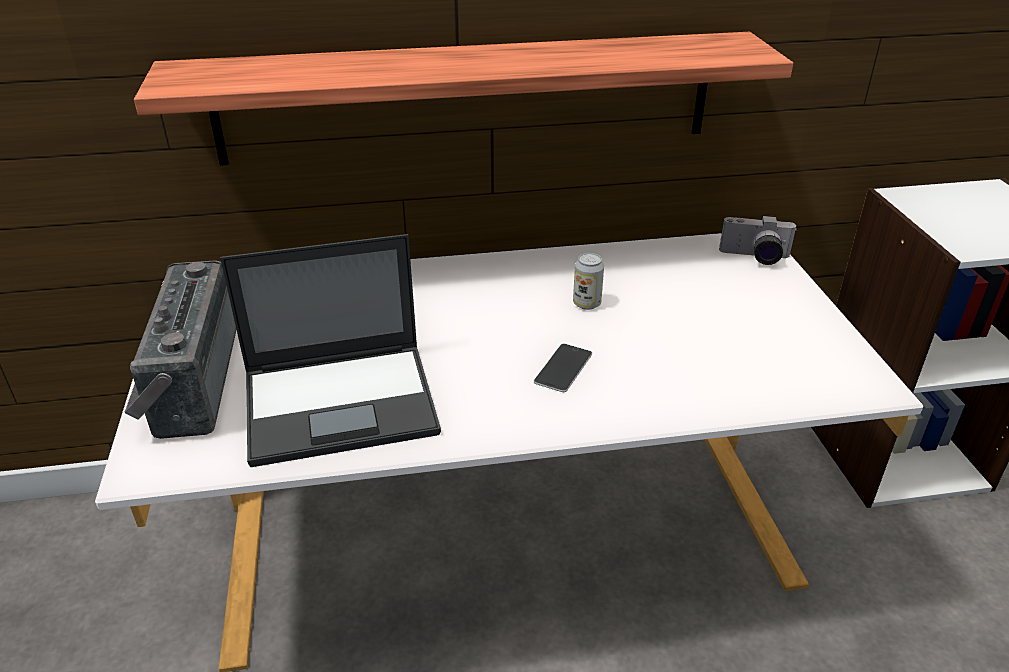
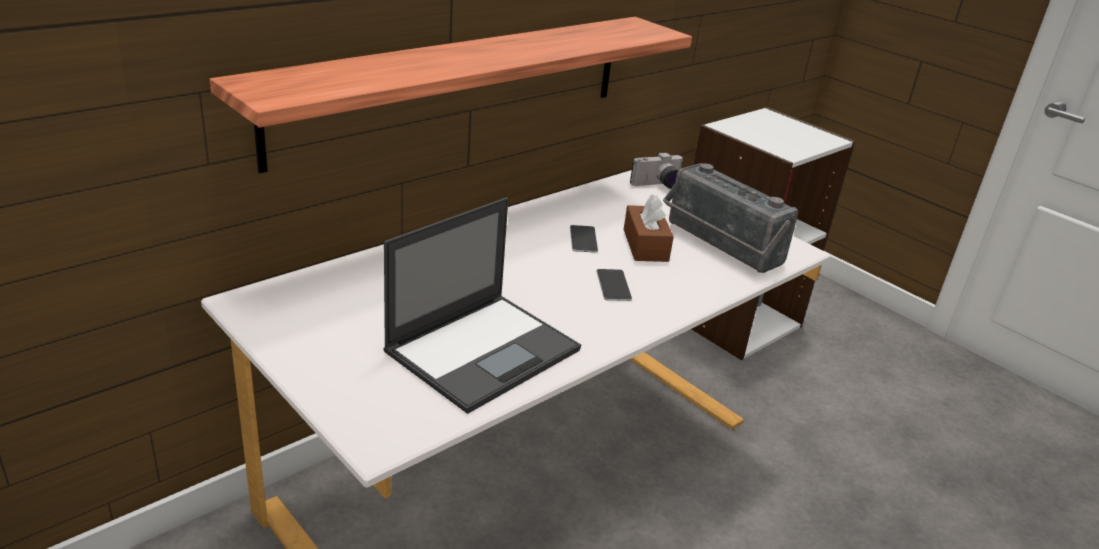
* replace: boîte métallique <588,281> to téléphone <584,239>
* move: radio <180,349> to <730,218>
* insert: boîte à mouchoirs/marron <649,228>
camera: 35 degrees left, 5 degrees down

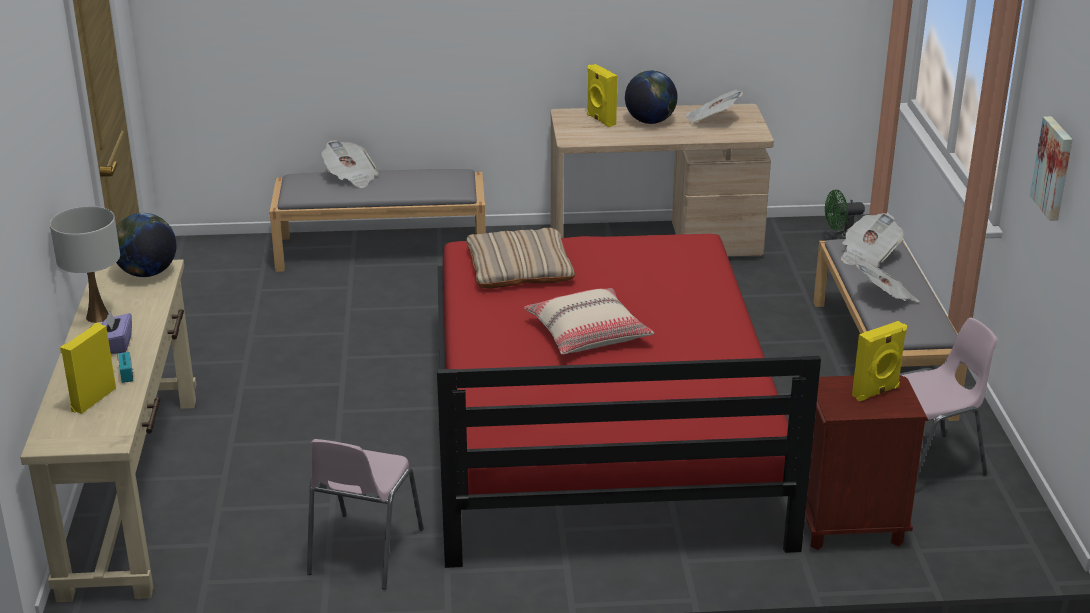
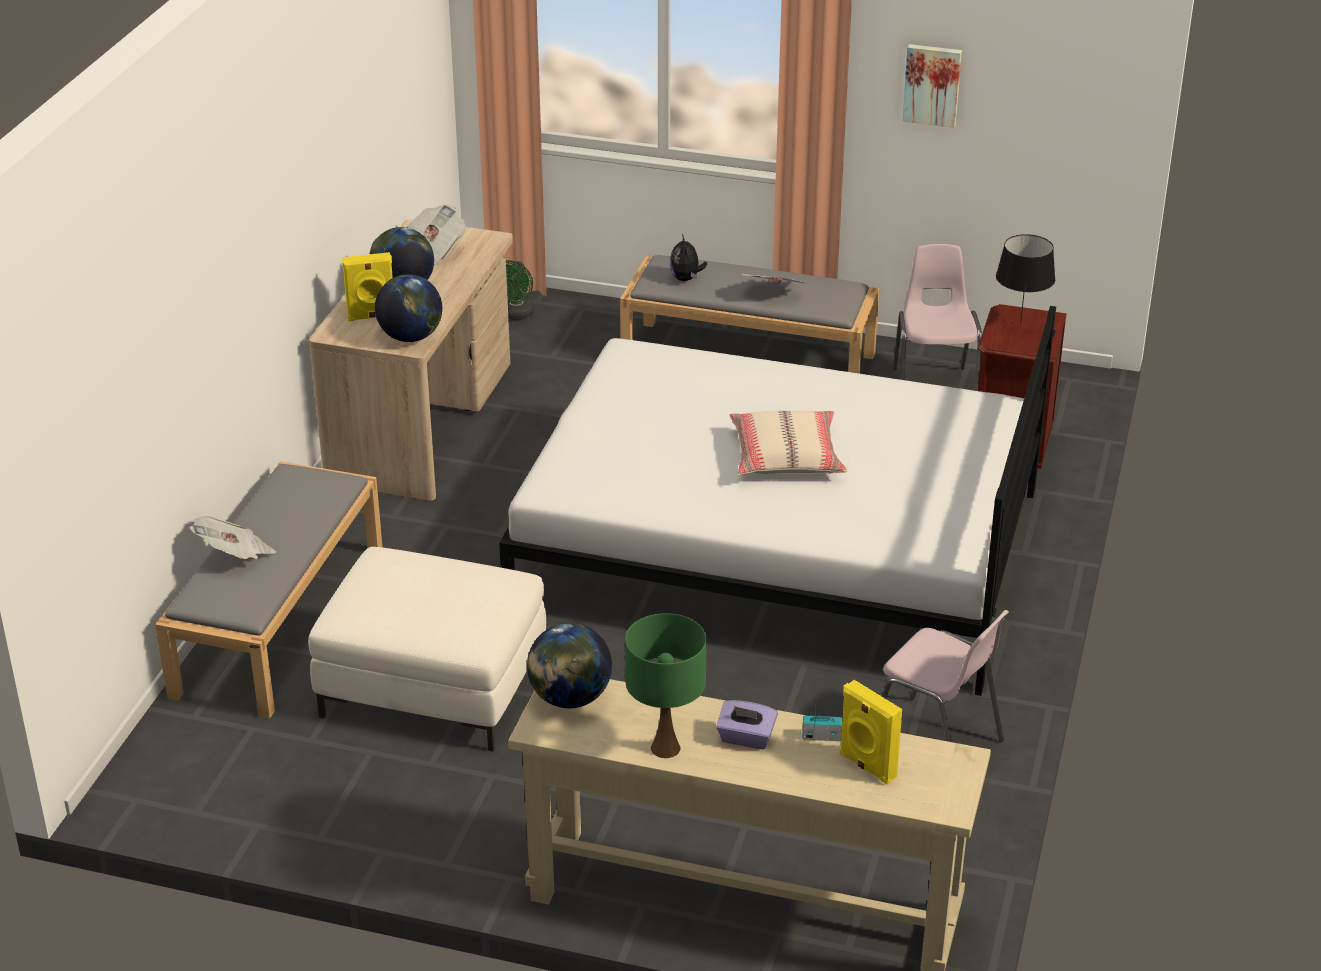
* recolor: lampe de table/blanc <85,264> to lampe de table/vert <666,685>
* replace: journal <872,239> to peluche <688,257>
* delete: coussin/beige <520,258>
* recolor: lit/rouge <629,401> to lit/blanc <777,501>
* replace: enceinte/jaune <879,361> to lampe de table/noir <1025,279>
* insert: globe <408,308>
* insert: pouf/blanc <427,649>
camera: 70 degrees left, 5 degrees up

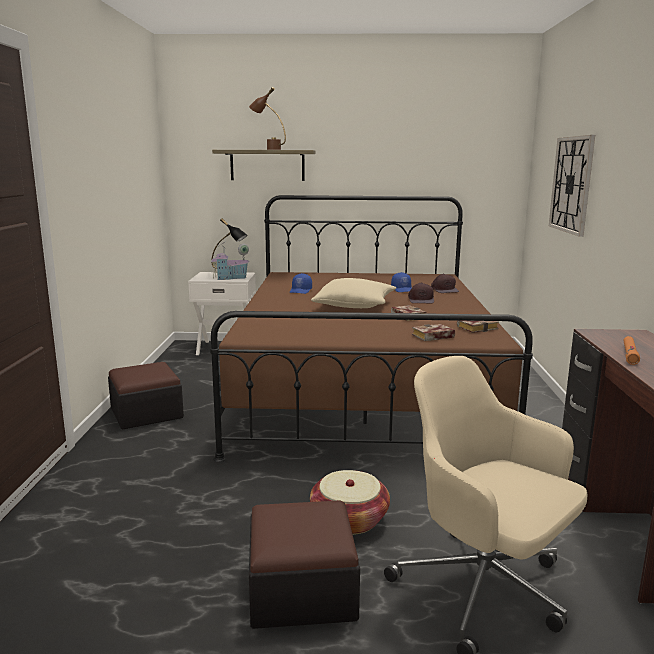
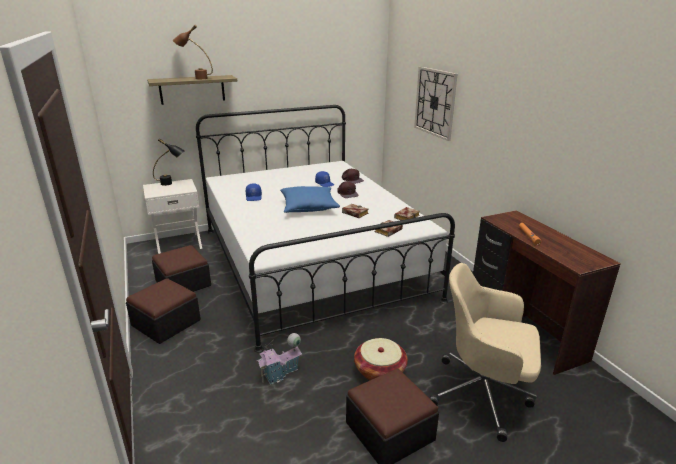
* recolor: lit/marron <371,328> to lit/blanc <325,228>
* move: maison miniature <230,261> to <279,359>
* recolor: coussin/beige <353,293> to coussin/bleu <310,199>
* insert: pouf <181,268>
camera: 25 degrees left, 10 degrees up

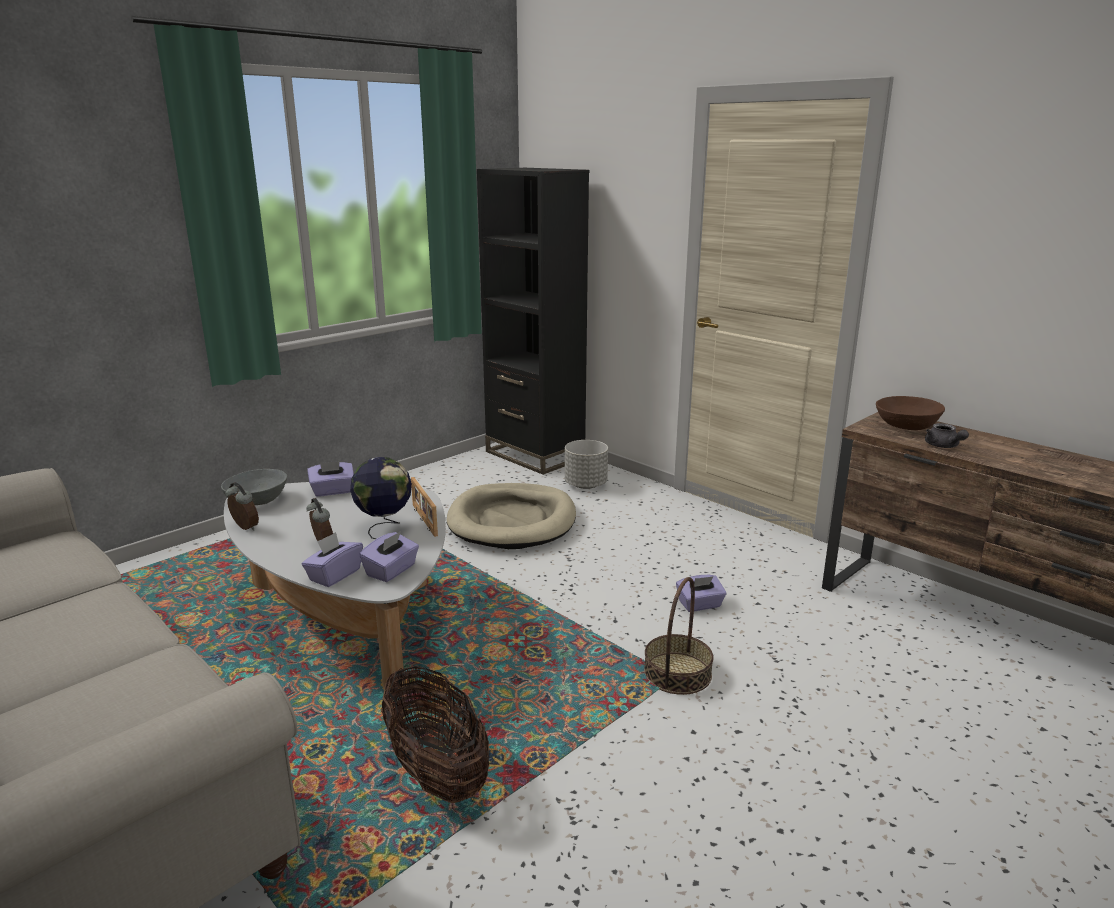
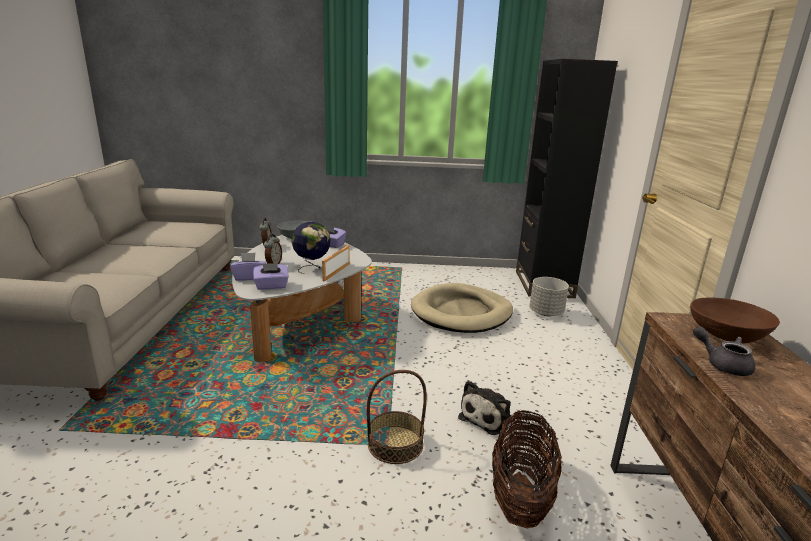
* rotate: théière/gris <947,435> = <724,351> 105 degrees clockwise
* replace: boîte à mouchoirs/violet <701,593> to peluche <484,408>
* move: panier <435,734> to <527,469>
camera: 45 degrees right, 0 degrees up

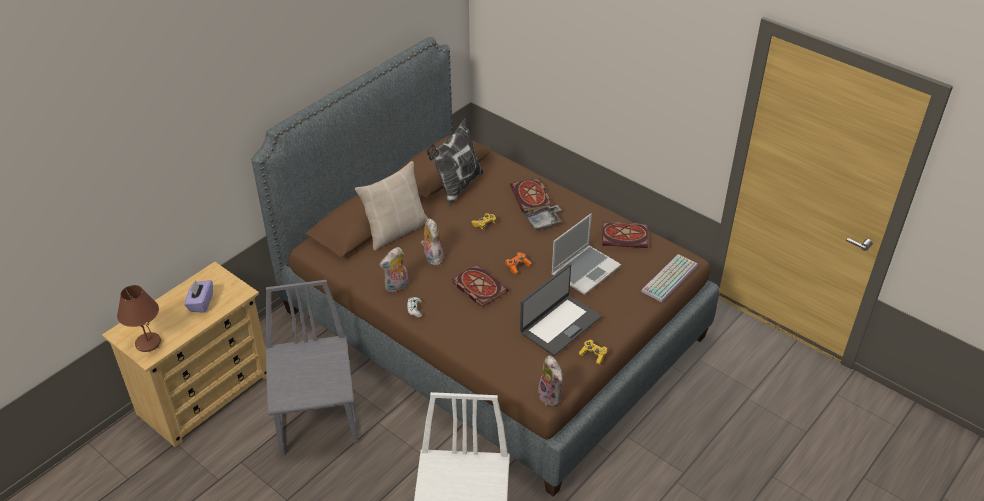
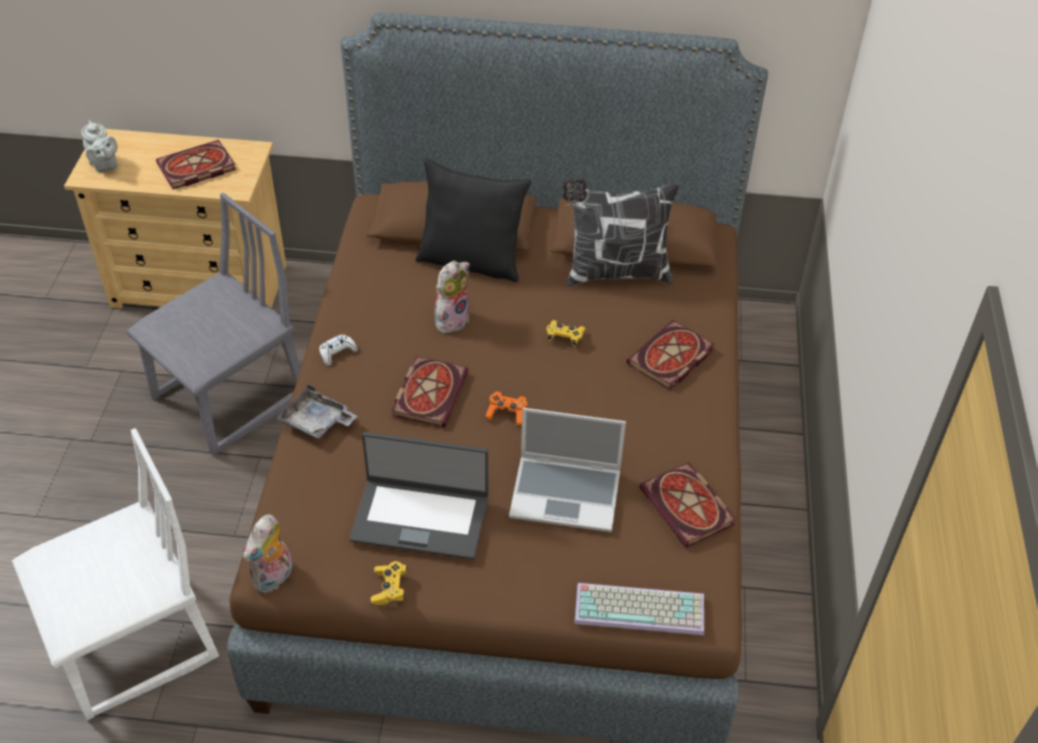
* recolor: coussin/beige <391,206> to coussin/noir <473,220>
* move: plateau/gris <542,218> to <317,411>
* delete: peluche <394,269>
* replace: boîte à mouchoirs/violet <198,296> to livre <196,165>
* replace: lampe de table/marron <139,318> to théière/gris <99,146>
camera: 55 degrees right, 5 degrees up

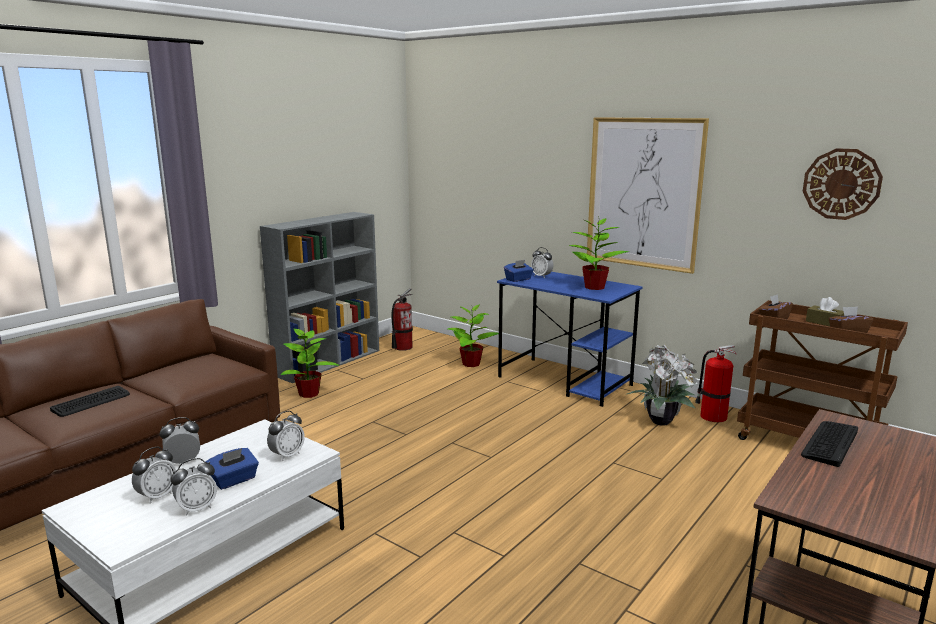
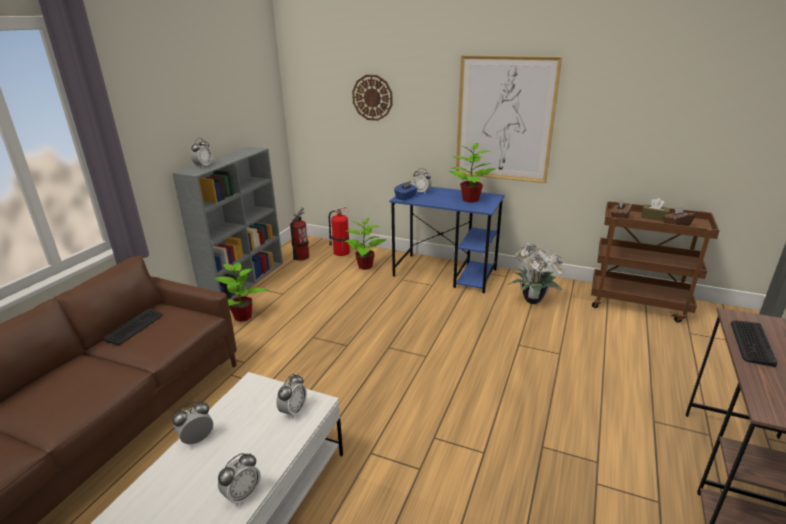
* move: horloge murale <843,184> to <372,98>
* move: extincteur <715,383> to <339,231>
* move: clavier <90,401> to <133,327>
* move: réveil <154,475> to <201,153>
* delete: boîte à mouchoirs/bleu <232,469>
camera: 15 degrees left, 10 degrees up

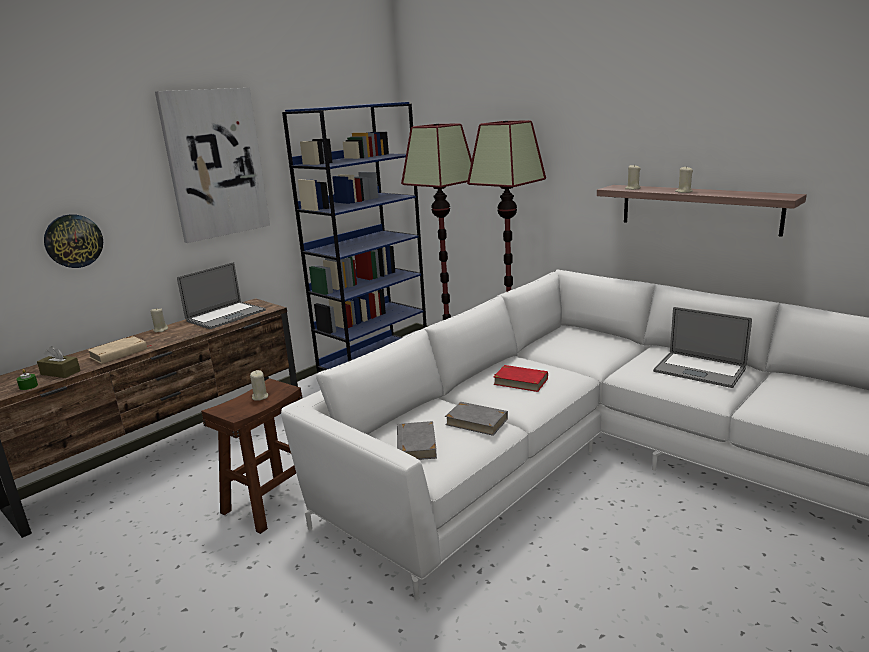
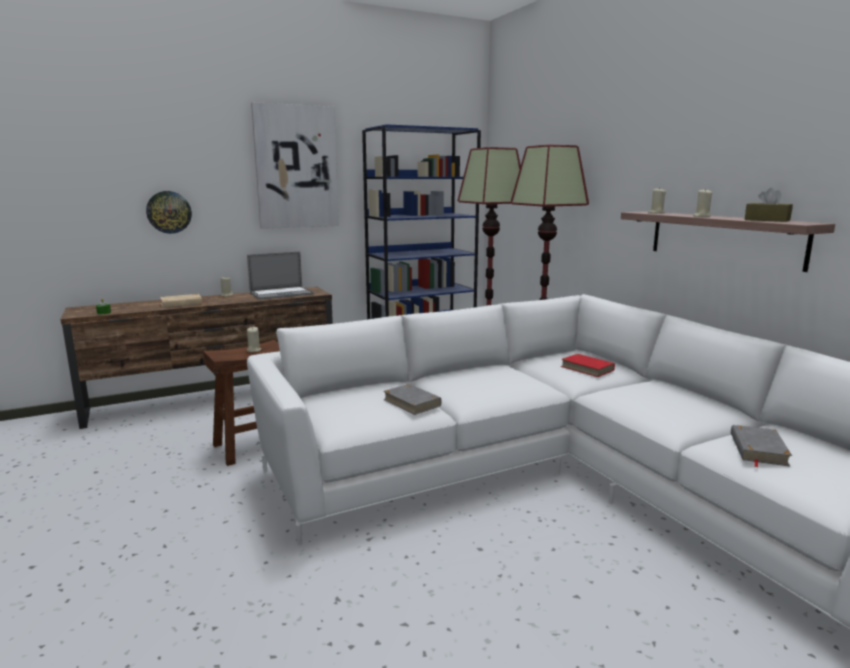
* delete: ordinateur portable <702,347>
* move: boîte à mouchoirs/marron <59,362> to <769,205>
* move: livre/rouge <520,378> to <588,365>
* move: livre/gris <417,440> to <761,446>
camera: 20 degrees right, 5 degrees down

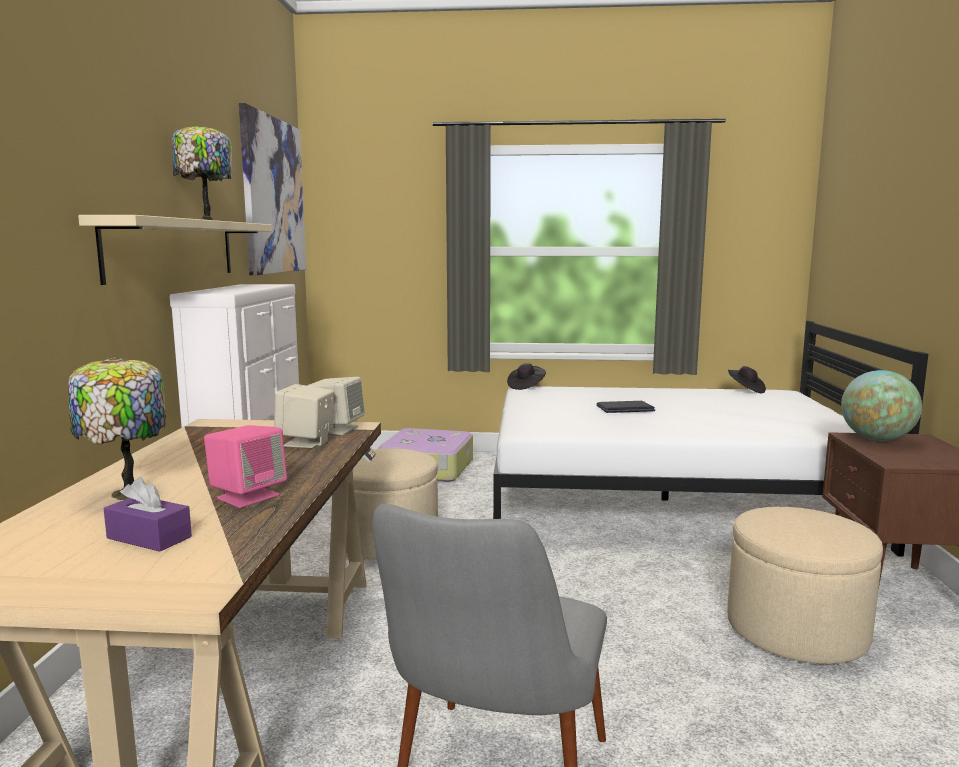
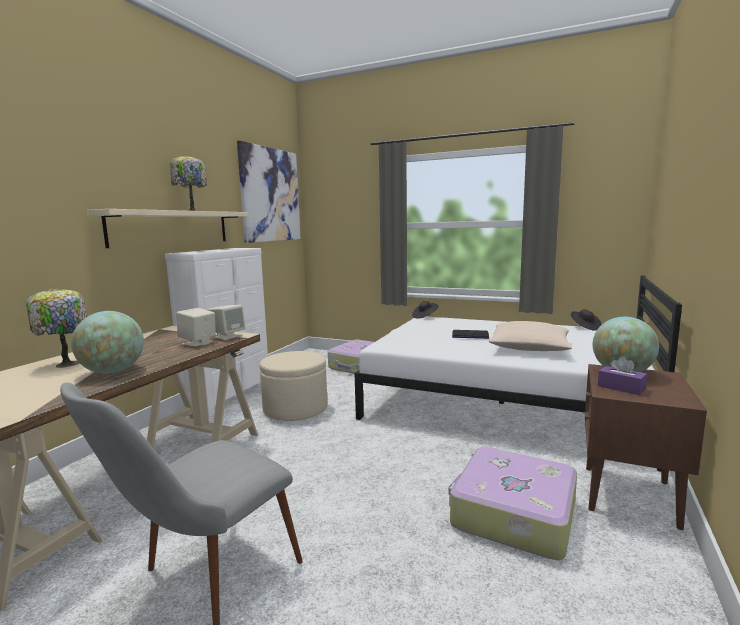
* replace: enceinte/rose <245,466> to globe <107,342>
* move: boîte à mouchoirs/violet <147,514> to <622,375>
* replace: pouf/beige <805,585> to valise <512,503>
* insert: coussin/beige <530,336>
camera: 20 degrees right, 0 degrees up

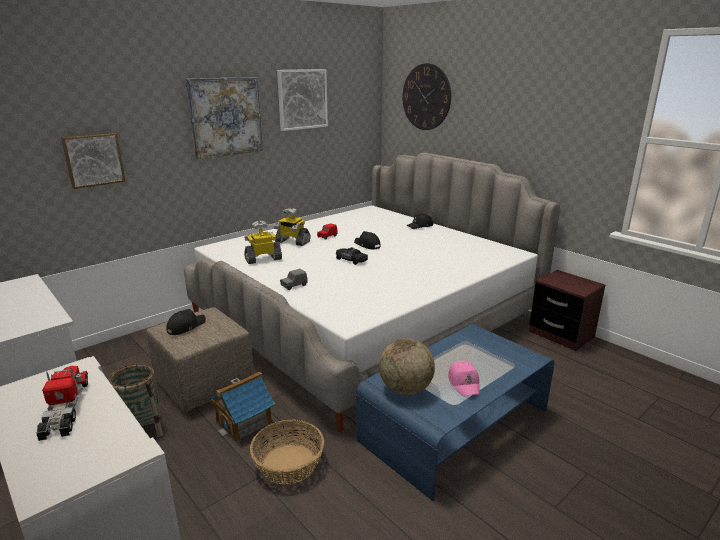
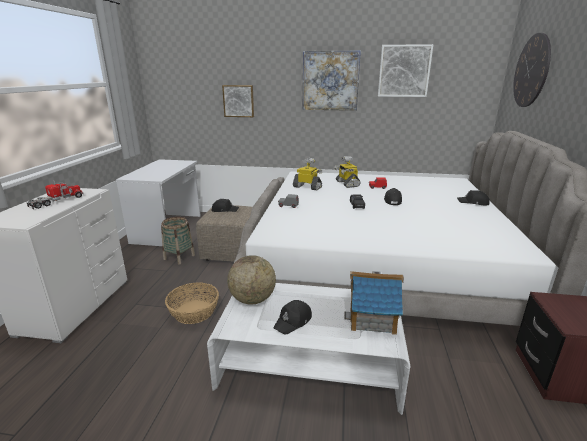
* recolor: table basse/bleu <455,412> to table basse/blanc <308,349>
* recolor: casquette/rose <463,378> to casquette/noir <292,317>
* move: maison miniature <242,406> to <374,303>
camera: 50 degrees right, 0 degrees up

